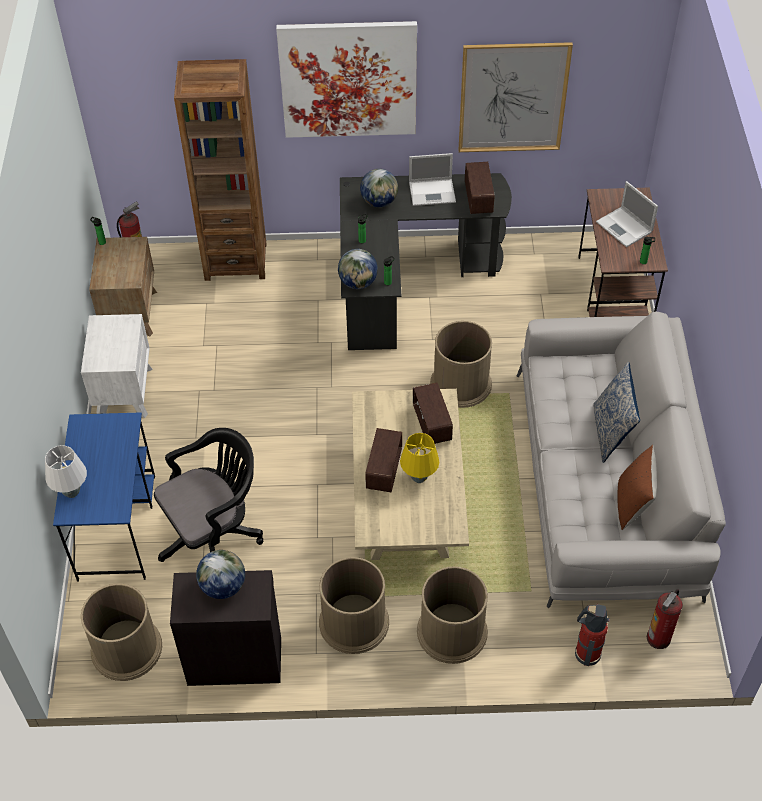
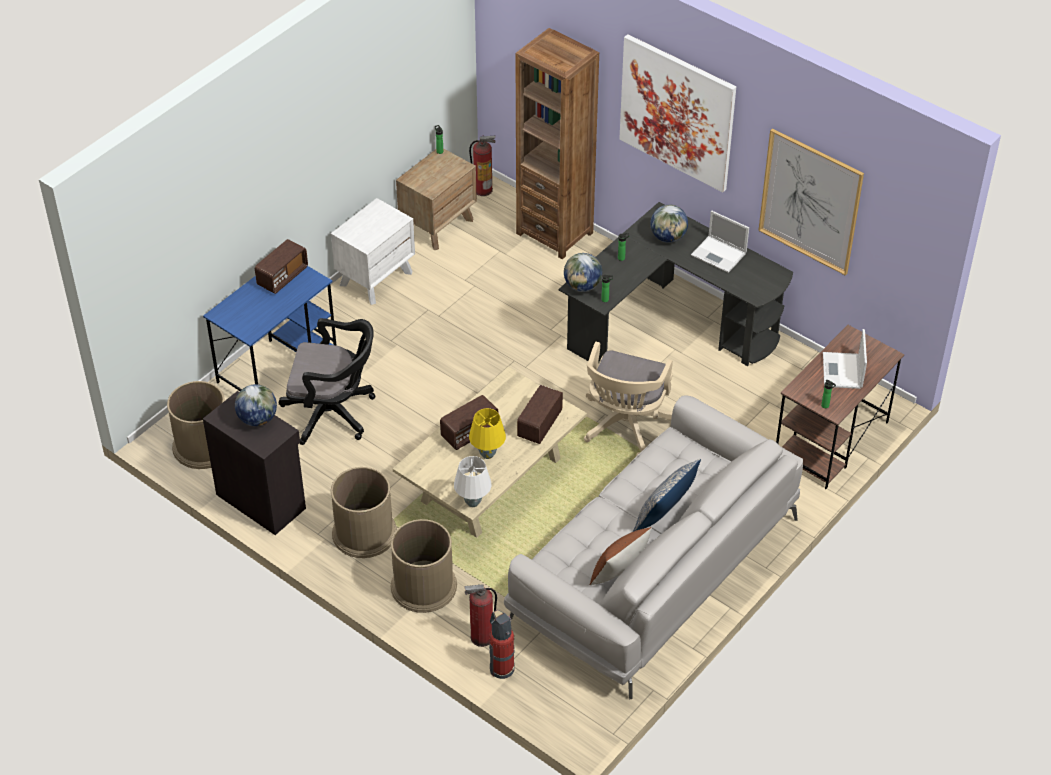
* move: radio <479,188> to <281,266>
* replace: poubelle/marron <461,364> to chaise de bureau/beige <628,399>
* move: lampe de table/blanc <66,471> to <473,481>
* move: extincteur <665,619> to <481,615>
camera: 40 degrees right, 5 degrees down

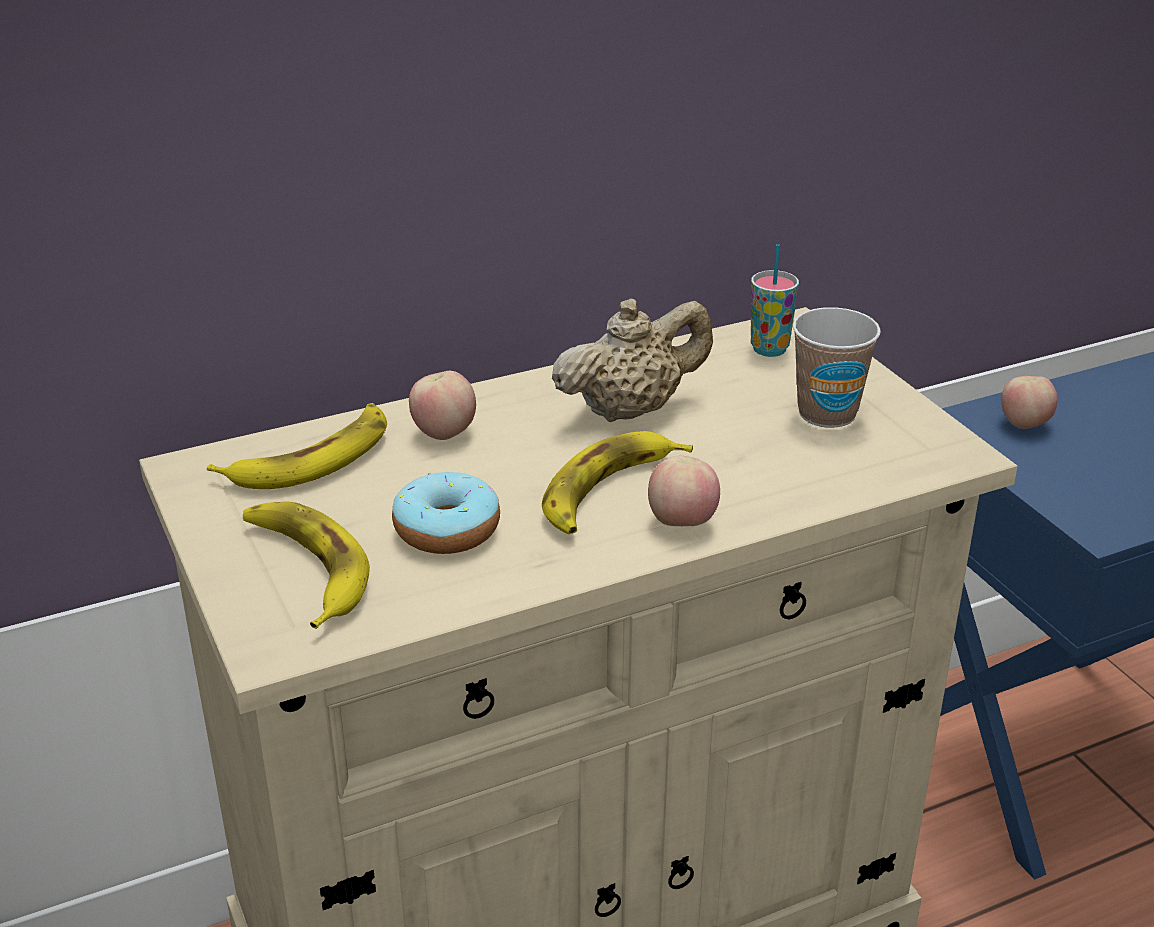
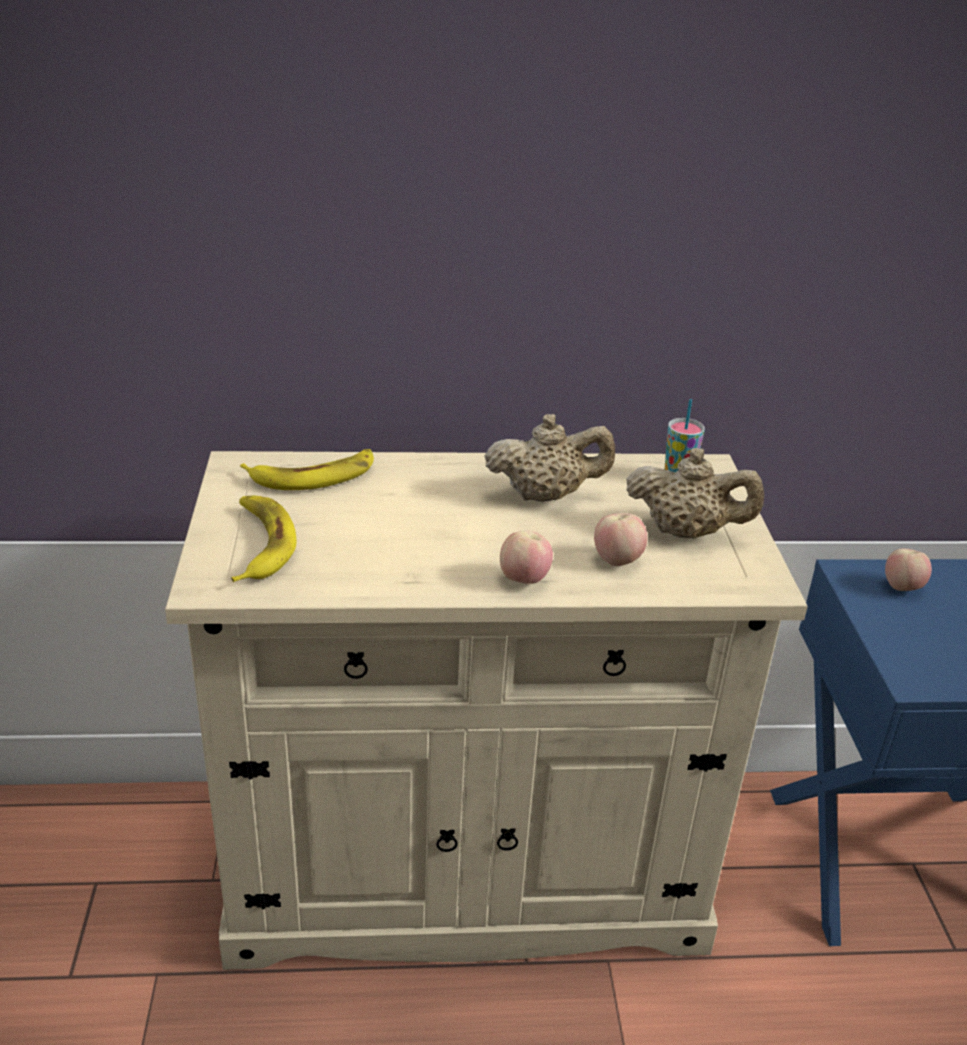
* replace: tasse <837,367> to théière/beige <695,493>
* move: pomme <442,405> to <620,539>
* delete: banane <617,482>
* delete: beignet <446,513>
camera: 20 degrees right, 0 degrees up

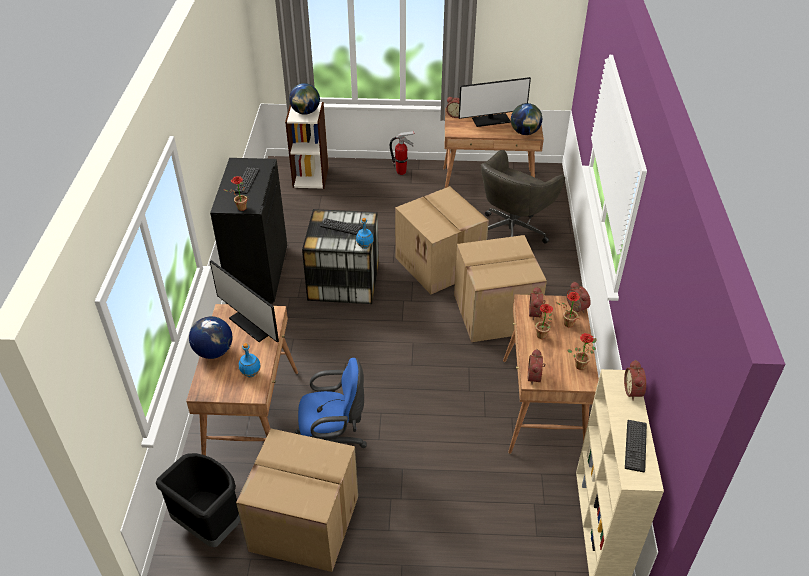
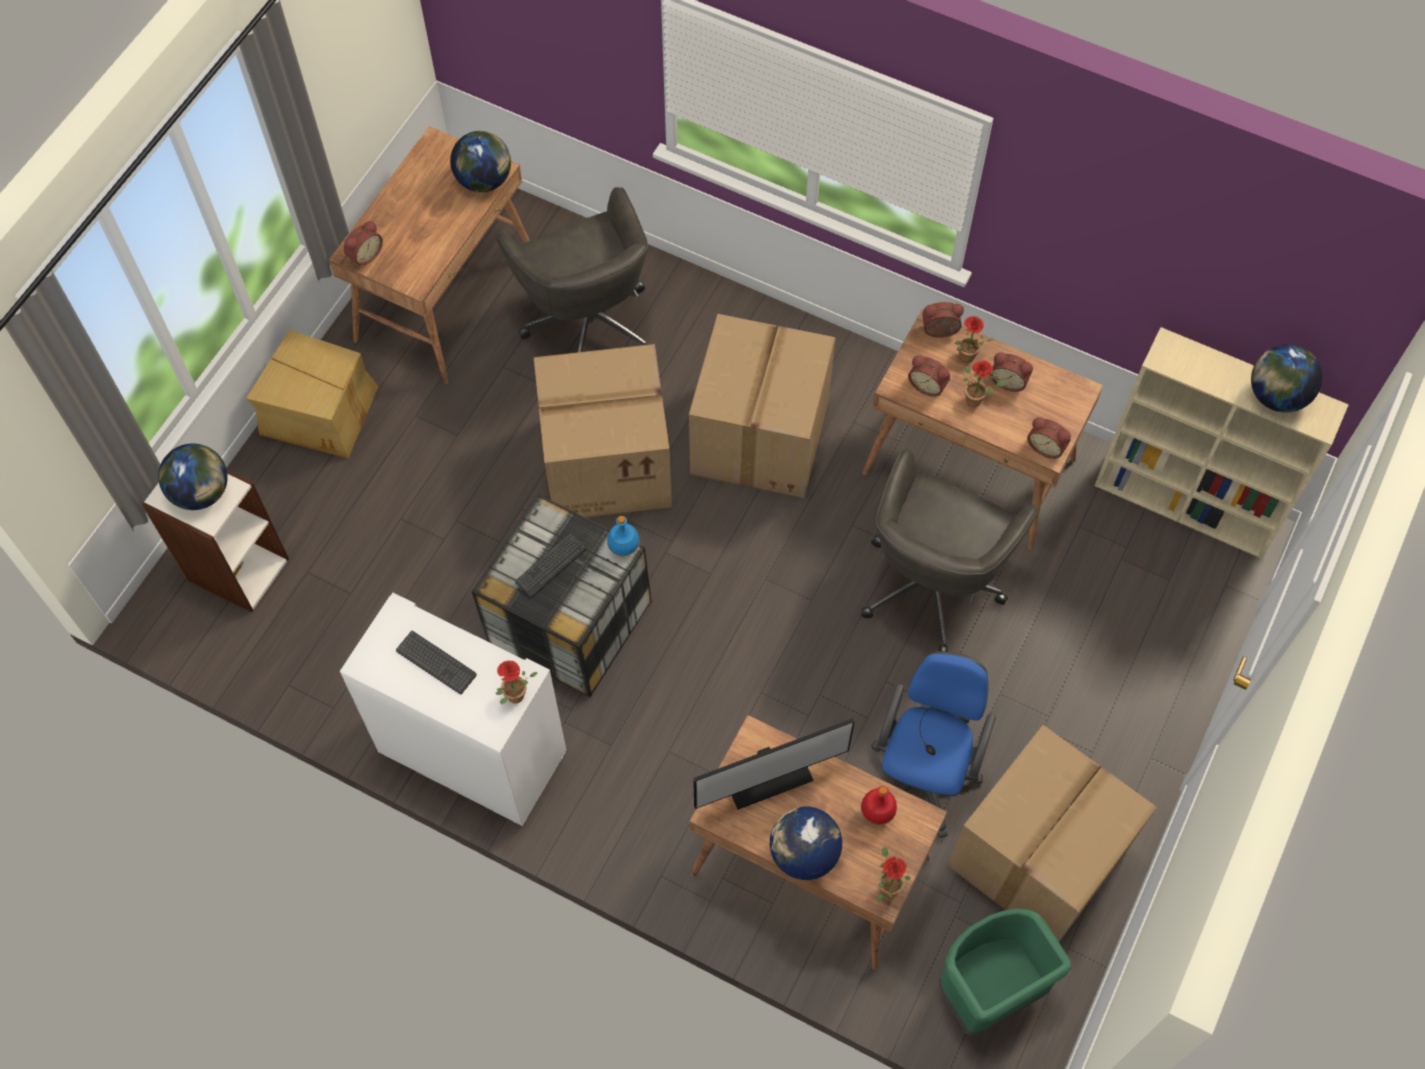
* delete: écran d'ordinateur <495,102>
* replace: extincteur <402,153> to carton <312,394>
* recolor: meuble de rangement/noir <248,231> to meuble de rangement/blanc <453,710>
* move: plante en pot <581,351> to <894,873>
* recolor: bouteille/bleu <250,360> to bouteille/rouge <879,805>
* move: réveil <635,380> to <1011,372>
* replace: clavier <636,446> to globe <1286,378>
* recolor: poubelle/noir <198,500> to poubelle/vert <1005,972>
* insert: chaise de bureau/gris <949,550>
camera: 65 degrees left, 20 degrees up

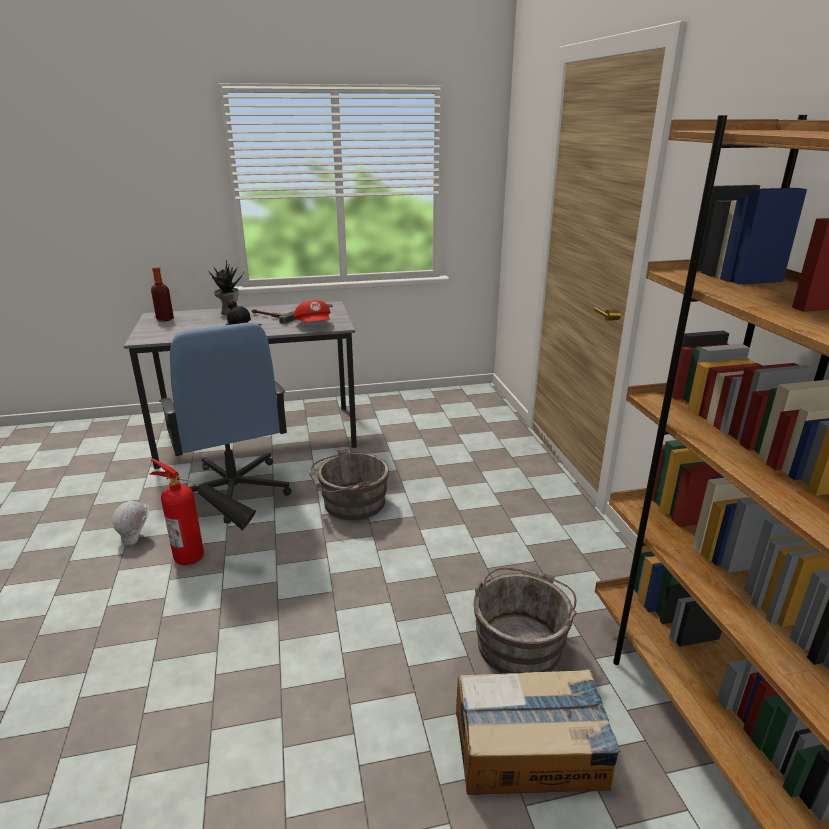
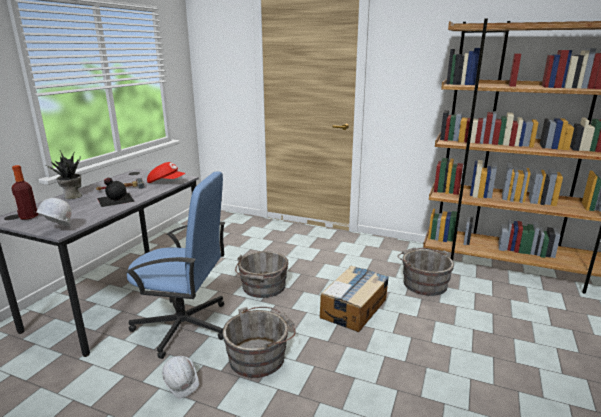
* replace: extincteur <202,511> to seau/gris <259,342>
* move: carton <538,732> to <354,298>
* insert: casque de chantier/blanc <54,212>
camera: 55 degrees left, 5 degrees down

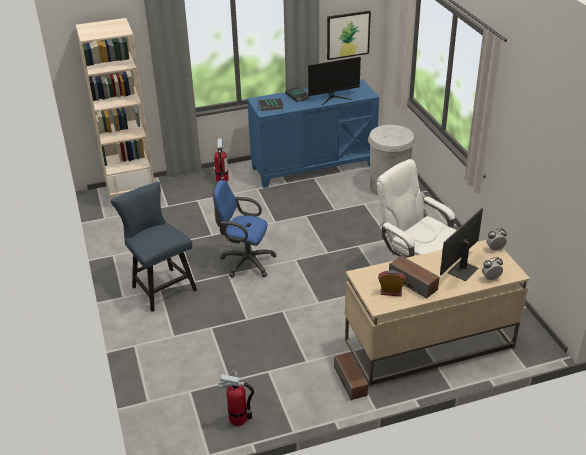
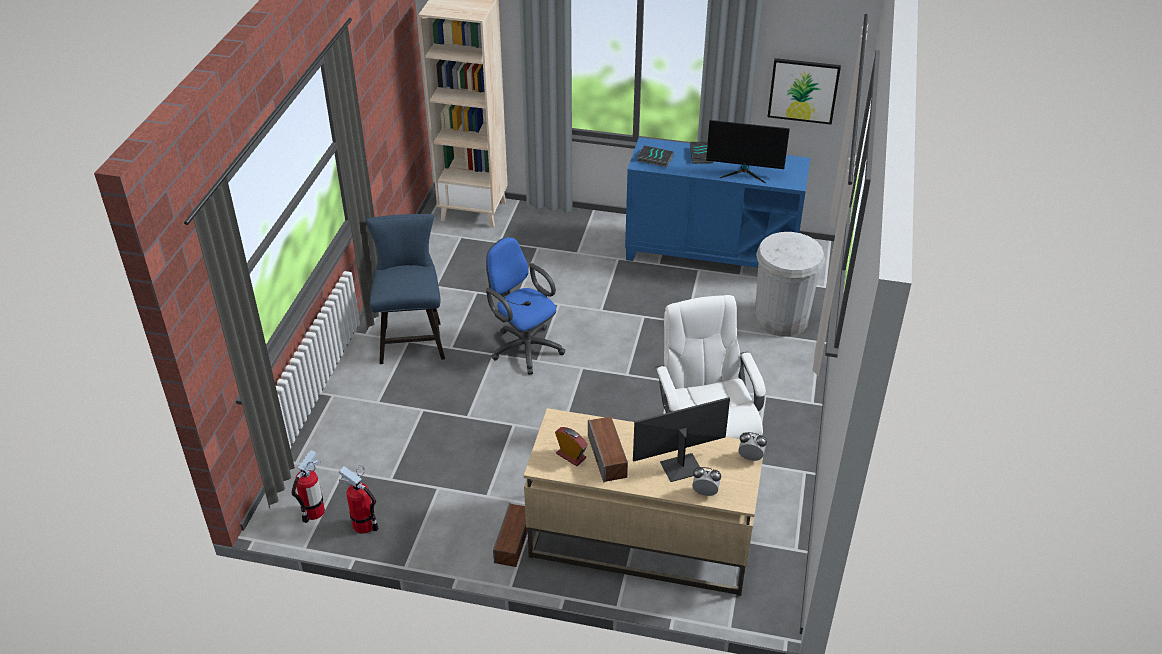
* move: extincteur <221,160> to <308,486>
camera: 30 degrees right, 5 degrees up

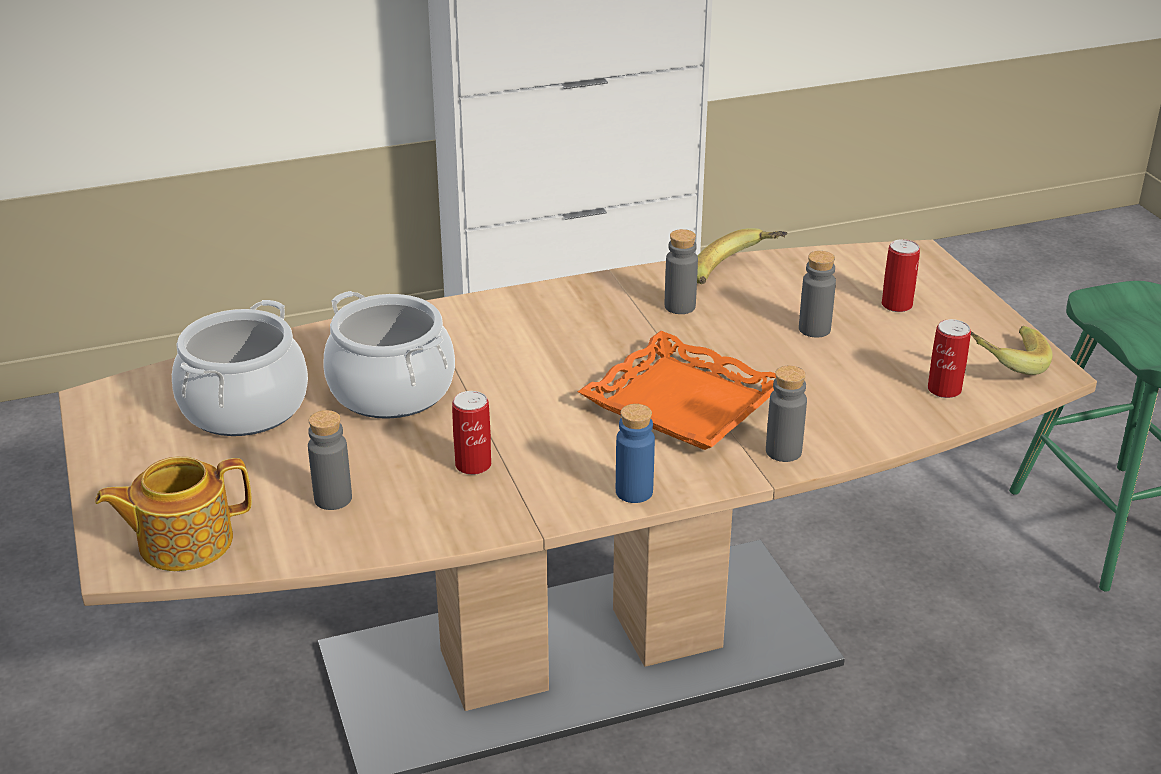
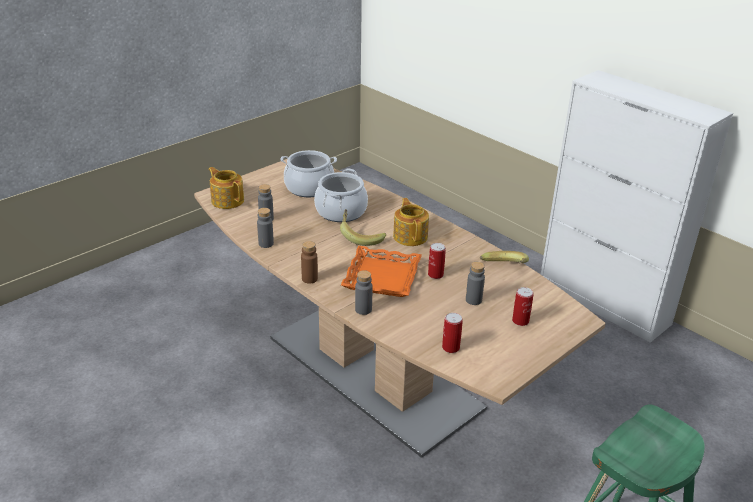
* move: bouteille/gris <681,271> to <265,228>
* move: banane <1012,350> to <363,227>
* move: boîte métallique <471,433> to <437,261>
* recolor: bouteille/bleu <635,453> to bouteille/marron <309,262>
* insert: théière <411,222>
camera: 65 degrees right, 0 degrees up

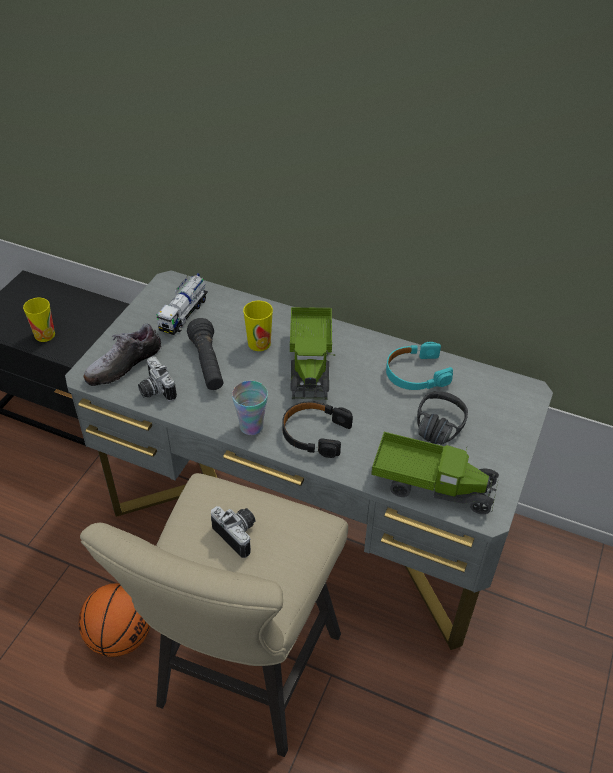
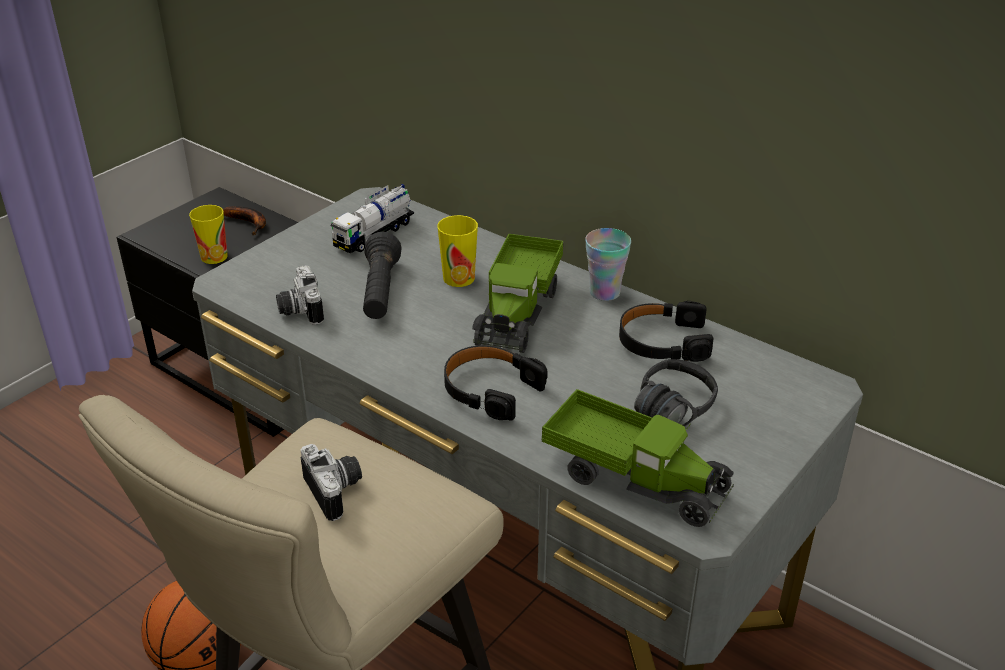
* delete: chaussure <122,355>
* recolor: casque audio/turquoise <419,366> to casque audio/noir <666,331>
* move: tasse <250,408> to <608,264>
* insert: banane <244,220>
camera: 15 degrees right, 10 degrees down

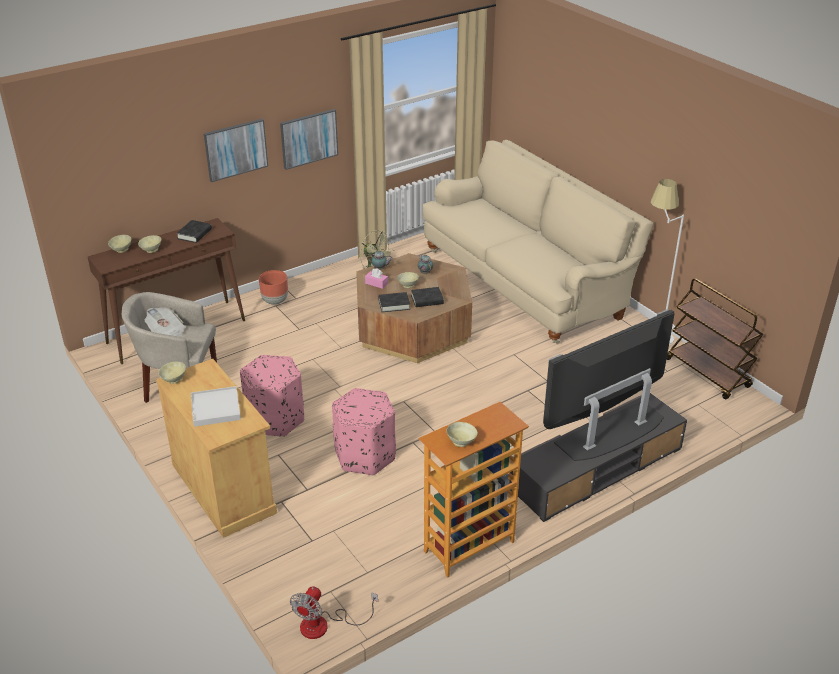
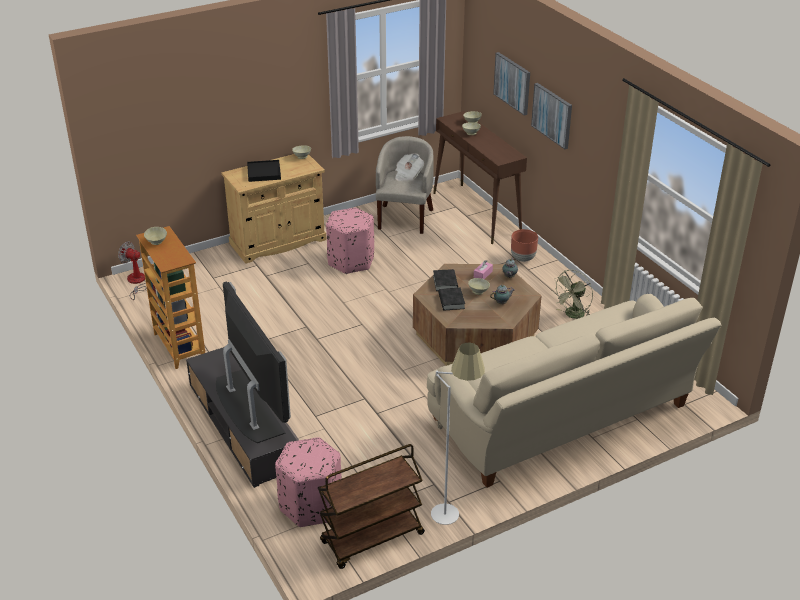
* move: tableau <309,139> to <511,84>
* delete: livre/noir <194,231>
* recolor: plateau/blanc <216,406> to plateau/noir <264,171>
* move: pouf/rose <364,431> to <308,482>
camera: 95 degrees right, 0 degrees up

